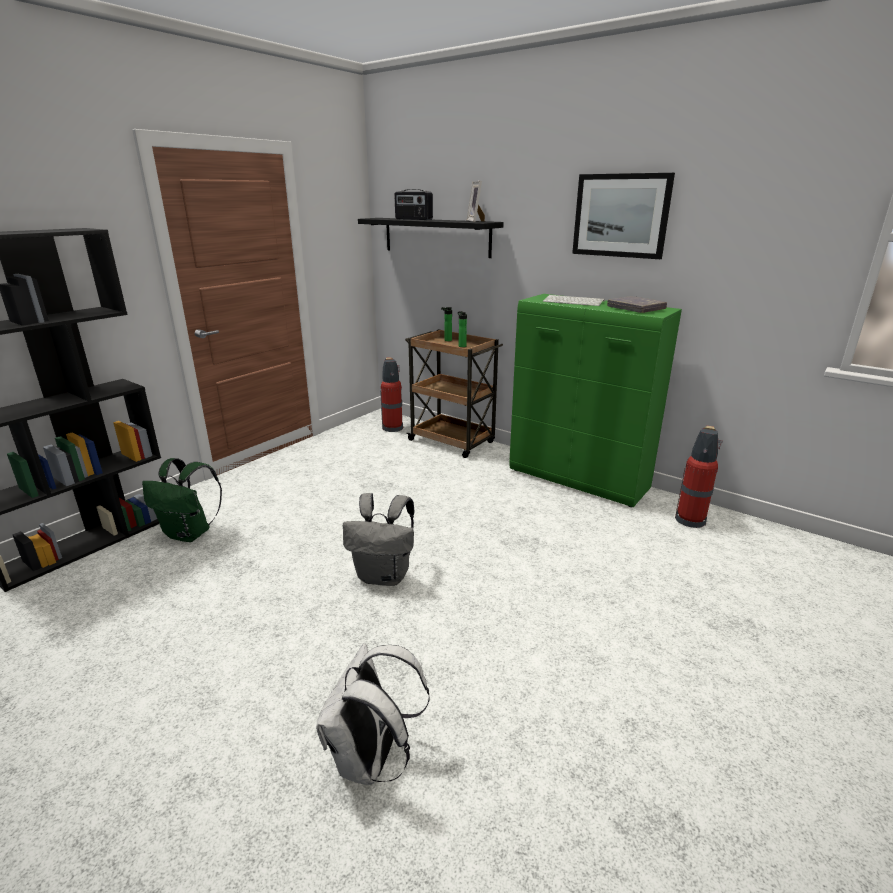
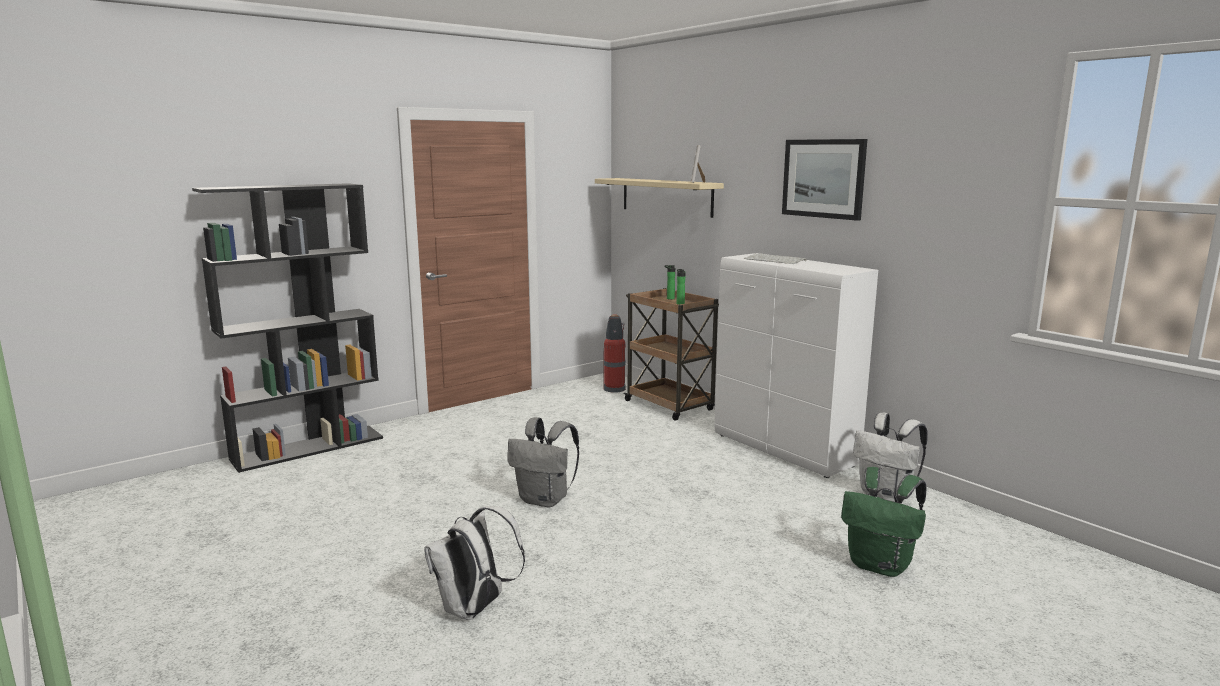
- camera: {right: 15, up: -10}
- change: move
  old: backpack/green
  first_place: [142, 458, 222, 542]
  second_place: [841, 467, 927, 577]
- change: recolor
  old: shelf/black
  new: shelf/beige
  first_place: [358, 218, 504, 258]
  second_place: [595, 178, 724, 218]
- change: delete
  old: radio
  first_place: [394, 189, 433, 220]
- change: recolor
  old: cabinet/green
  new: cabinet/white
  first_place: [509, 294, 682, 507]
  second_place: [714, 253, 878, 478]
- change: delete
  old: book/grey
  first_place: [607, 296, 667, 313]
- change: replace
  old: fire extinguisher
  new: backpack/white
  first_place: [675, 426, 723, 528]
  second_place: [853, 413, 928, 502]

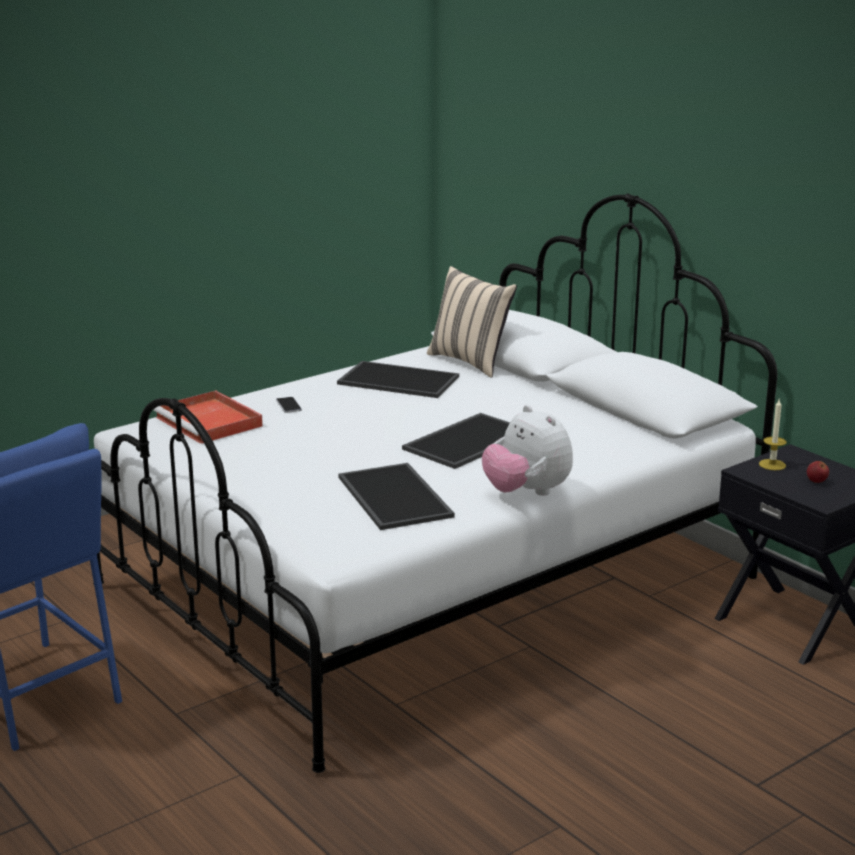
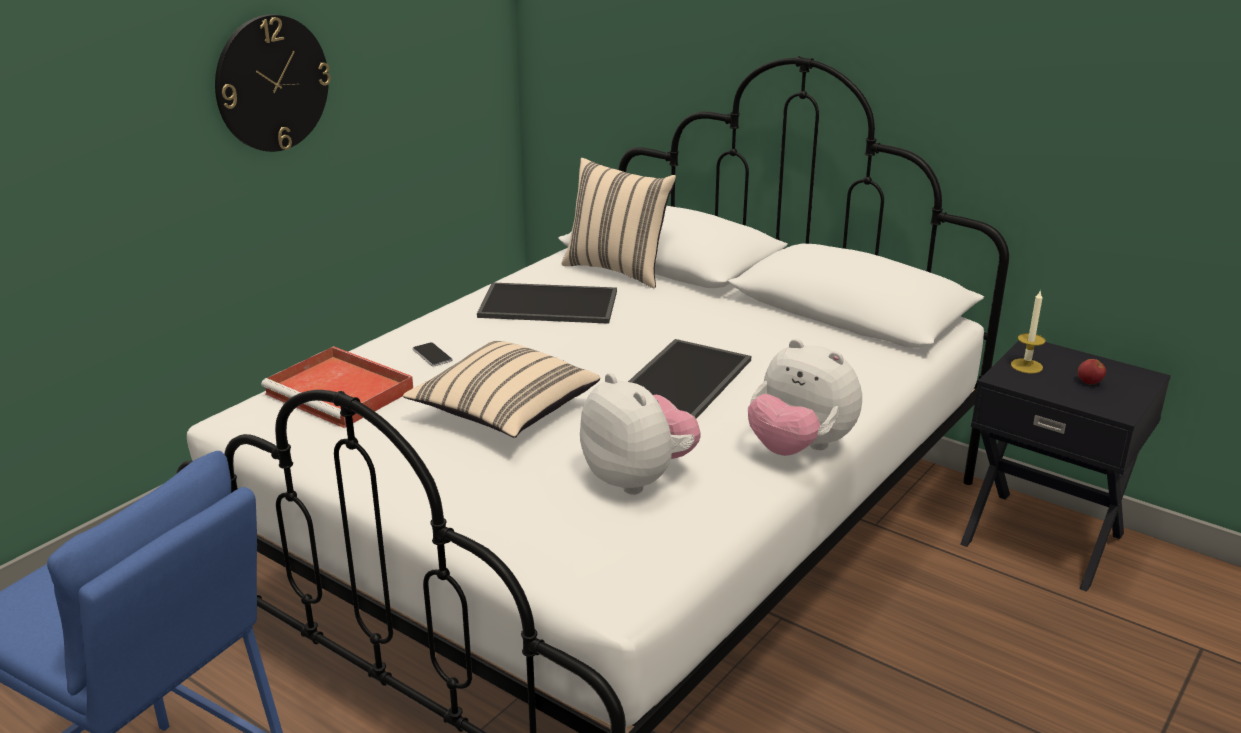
- camera: {right: -15, up: 5}
- change: replace
  old: tray
  new: plush toy
  first_place: [338, 463, 455, 530]
  second_place: [580, 373, 701, 495]
- change: insert
  new: wall clock
  second_place: [215, 14, 331, 152]
- change: insert
  new: pillow/beige
  second_place: [403, 341, 600, 438]

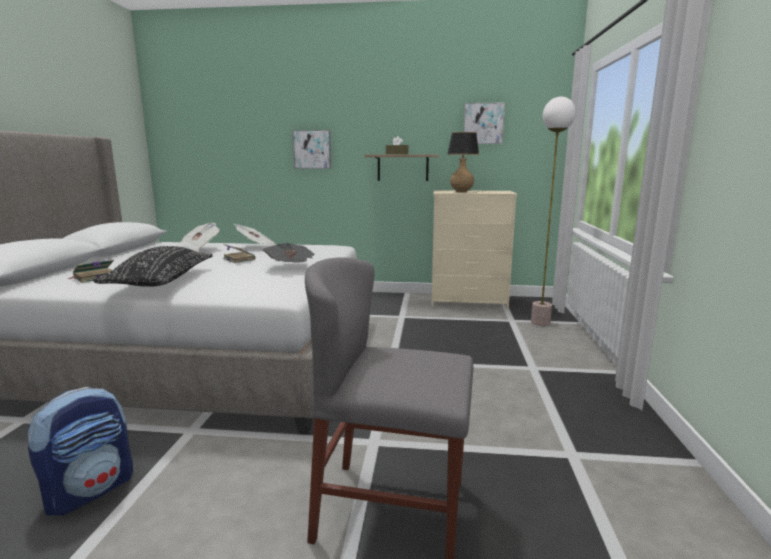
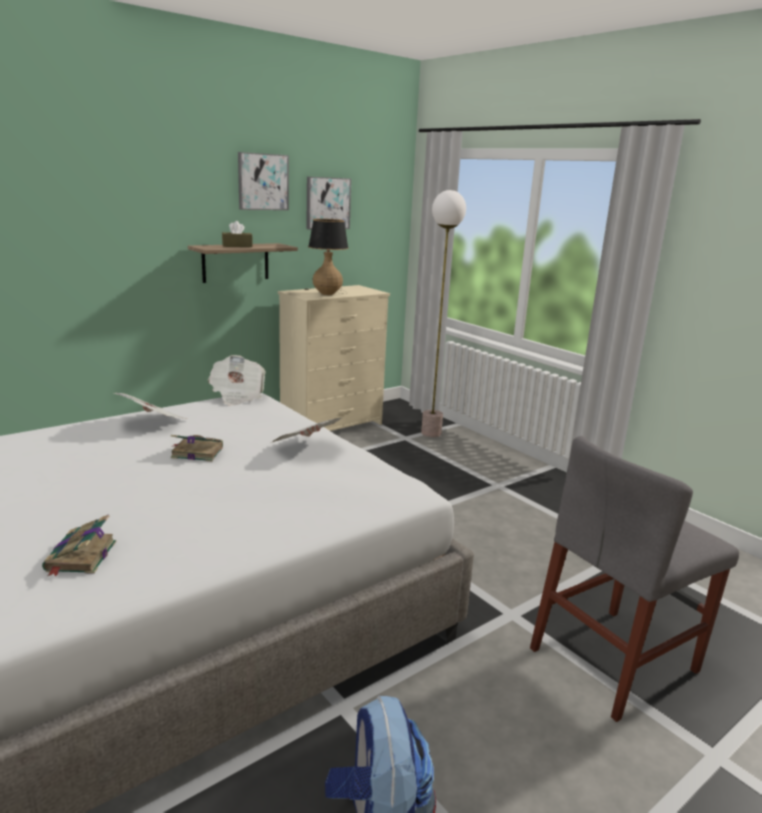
- camera: {right: -45, up: 5}
- change: delete
  old: pillow/black
  first_place: [93, 246, 213, 287]
- change: move
  old: newspaper
  first_place: [179, 223, 220, 251]
  second_place: [208, 355, 266, 406]
- change: move
  old: picture
  first_place: [293, 130, 331, 169]
  second_place: [238, 152, 289, 210]

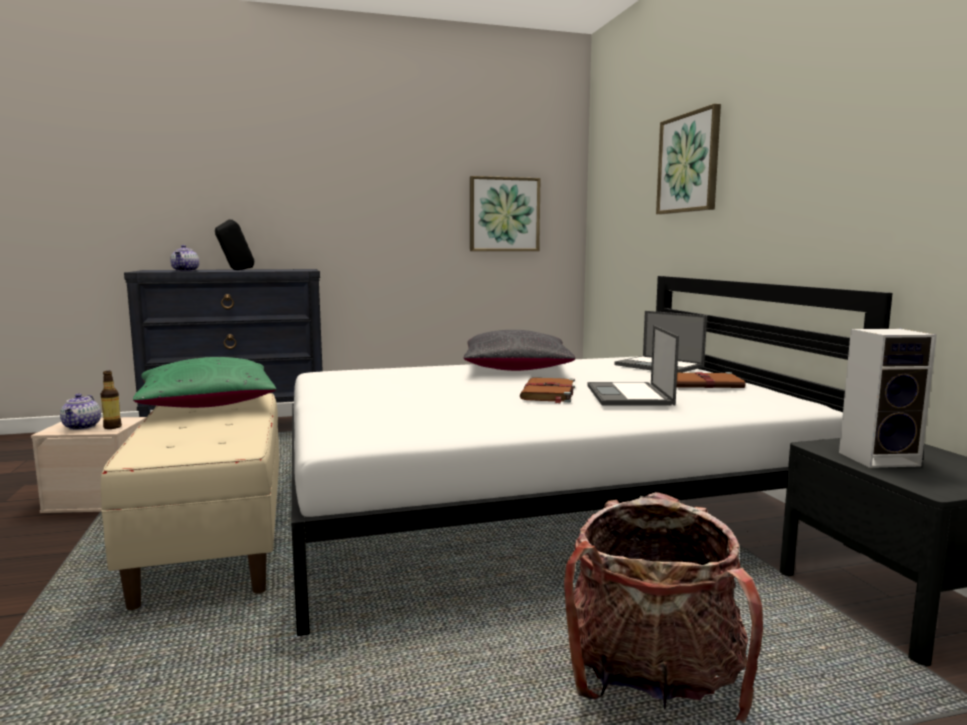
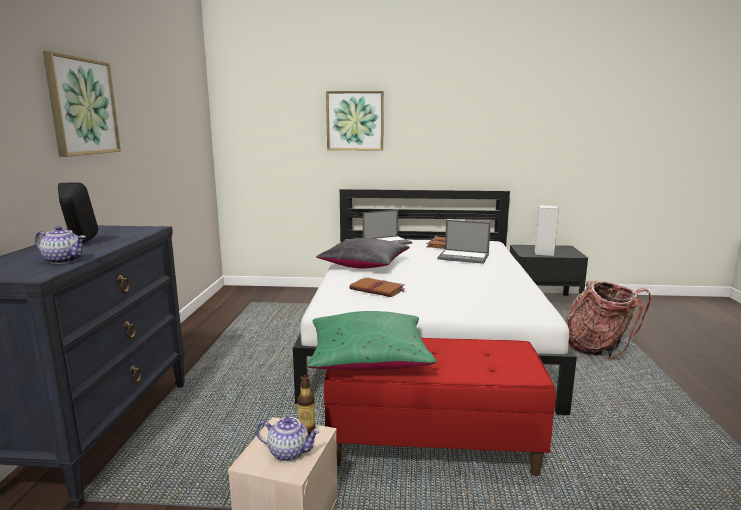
- camera: {right: -70, up: 5}
- change: recolor
  old: bench/beige
  new: bench/red
  first_place: [101, 393, 279, 610]
  second_place: [324, 338, 556, 476]
- change: move
  old: picture
  first_place: [470, 176, 541, 251]
  second_place: [43, 51, 121, 157]
- change: move
  old: book/brown
  first_place: [520, 377, 575, 404]
  second_place: [349, 277, 406, 297]

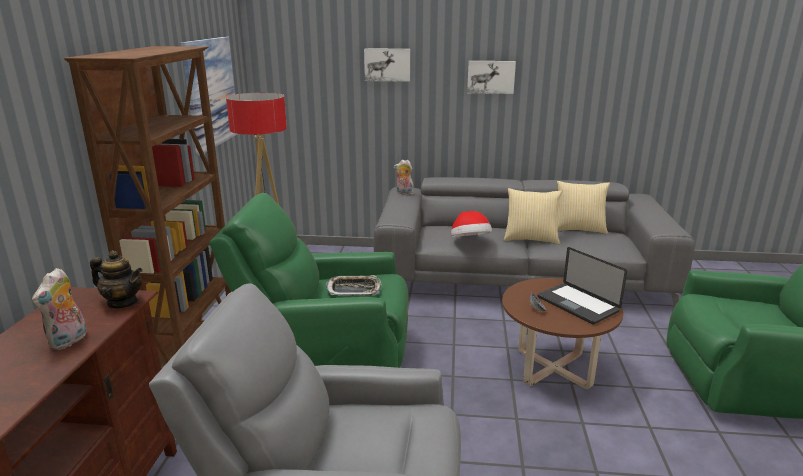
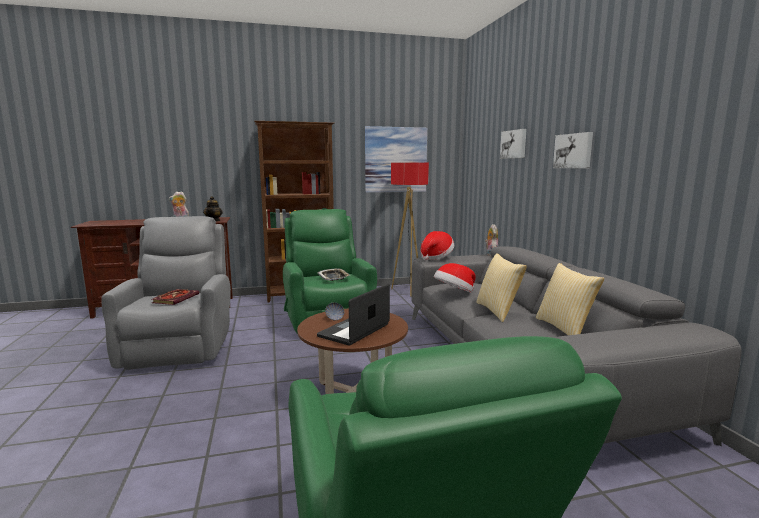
- camera: {right: 70, up: -10}
- change: insert
  new: book
  second_place: [151, 289, 199, 305]
- change: insert
  new: hat
  second_place: [421, 231, 454, 260]

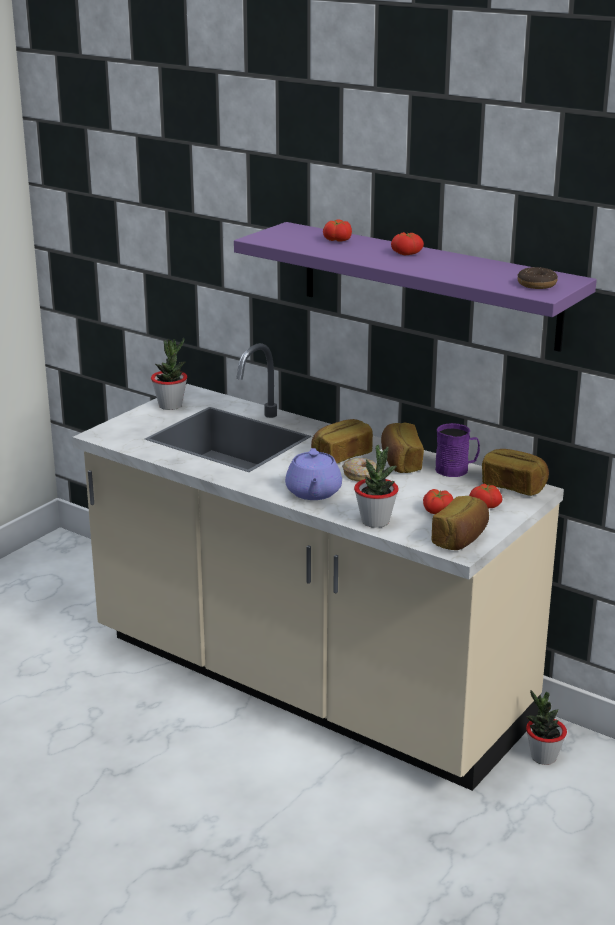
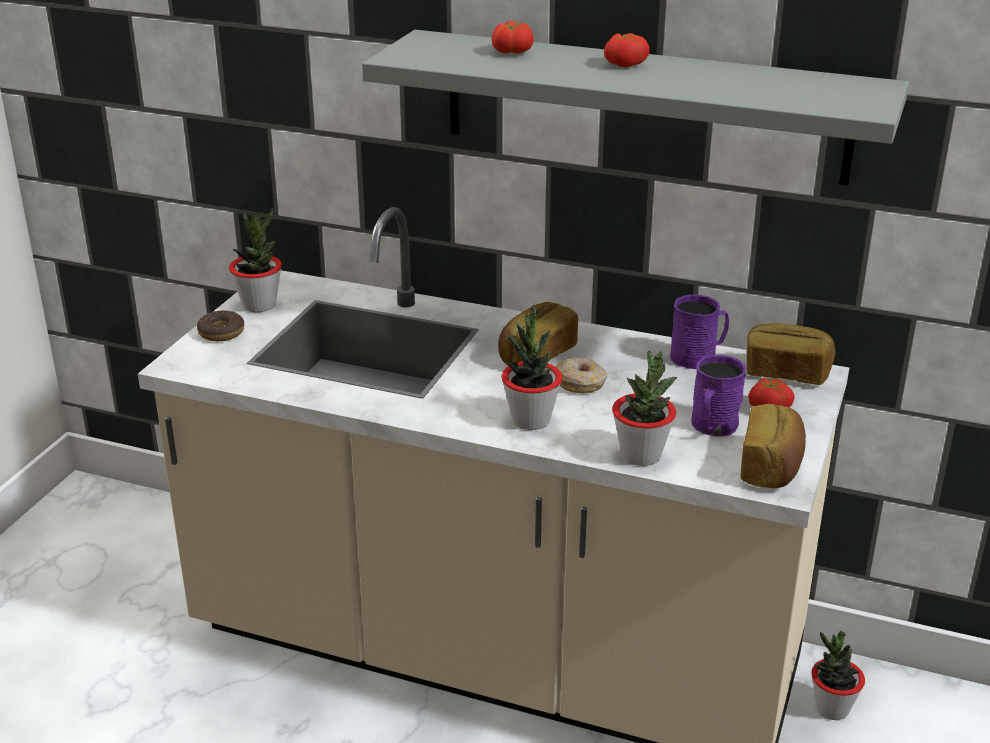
- camera: {right: -15, up: 5}
- change: recolor
  old: shelf/purple
  new: shelf/grey
  first_place: [234, 222, 597, 352]
  second_place: [362, 30, 909, 186]
- change: replace
  old: teapot/purple
  new: potted plant
  first_place: [285, 448, 342, 500]
  second_place: [501, 305, 562, 430]
- change: delete
  old: bread
  first_place: [381, 423, 424, 473]
- change: replace
  old: tomato
  new: mug/purple
  first_place: [423, 489, 453, 514]
  second_place: [691, 355, 746, 436]
- change: move
  old: donut
  first_place: [517, 267, 558, 289]
  second_place: [197, 310, 244, 341]

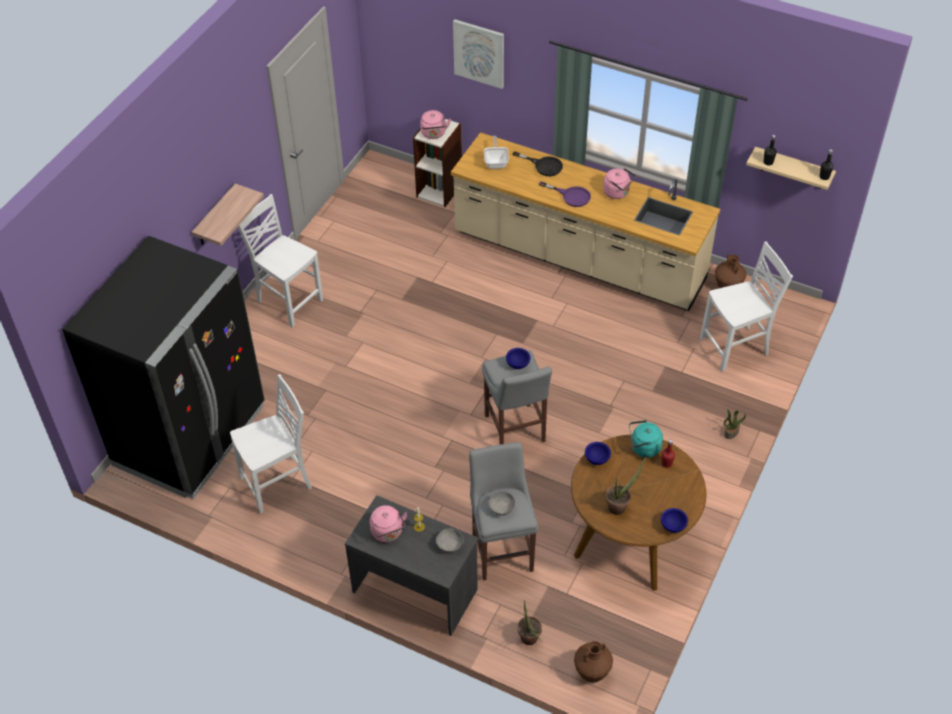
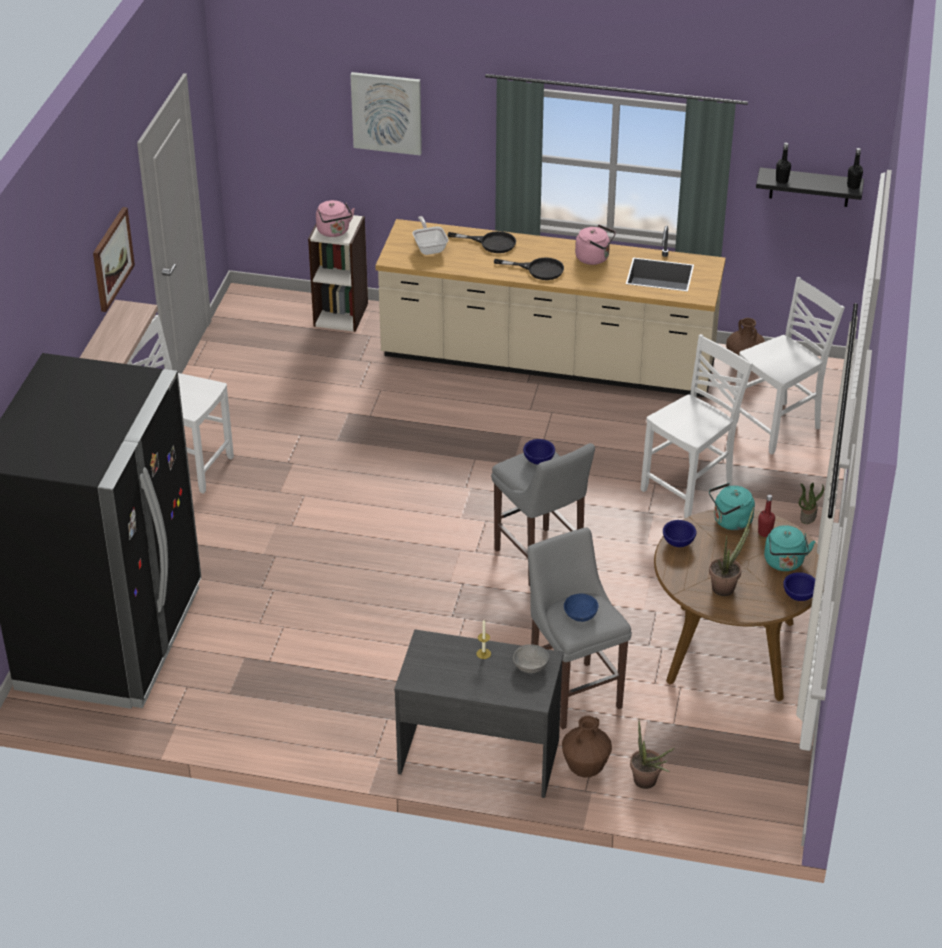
- camera: {right: -15, up: -10}
- change: move
  old: chair/white
  first_place: [230, 374, 312, 514]
  second_place: [641, 334, 753, 518]
- change: delete
  old: kettle/pink
  first_place: [370, 505, 408, 542]
- change: recolor
  old: bowl/grey
  new: bowl/blue
  first_place: [489, 492, 515, 515]
  second_place: [564, 594, 598, 622]
- change: recolor
  old: frying pan/purple
  new: frying pan/black
  first_place: [539, 181, 591, 207]
  second_place: [494, 257, 564, 280]
- change: move
  old: vase/brown
  first_place: [574, 641, 613, 683]
  second_place: [562, 716, 612, 777]
- change: recolor
  old: shelf/beige
  new: shelf/black
  first_place: [746, 147, 836, 190]
  second_place: [756, 167, 864, 207]
- change: insert
  new: picture
  second_place: [93, 207, 135, 312]
- change: insert
  new: kettle/turquoise
  second_place: [764, 525, 815, 571]

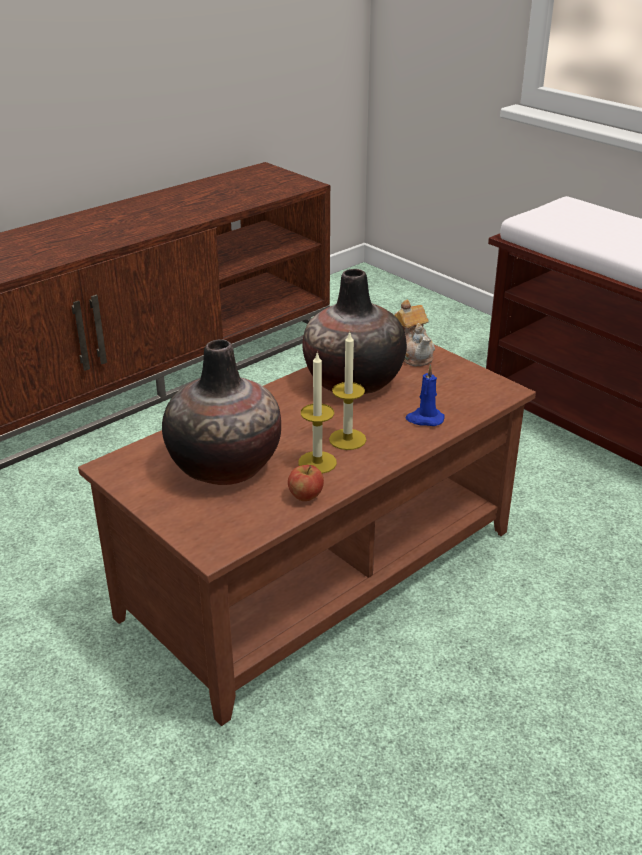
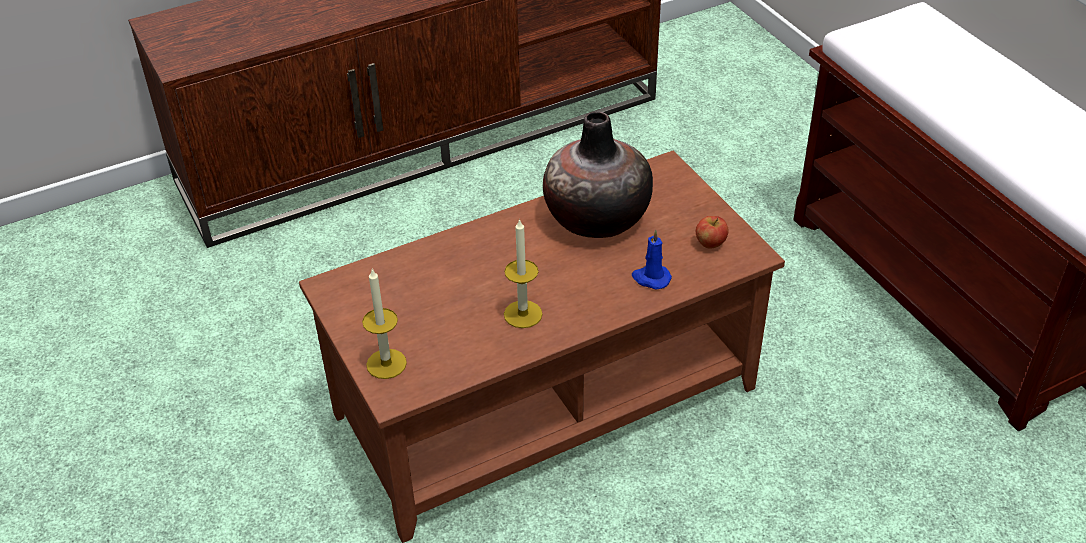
- camera: {right: 15, up: 10}
- change: delete
  old: vase
  first_place: [162, 339, 281, 485]
- change: move
  old: apple
  first_place: [288, 465, 324, 501]
  second_place: [696, 216, 729, 248]
- change: move
  old: candle
  first_place: [329, 332, 366, 450]
  second_place: [362, 268, 407, 379]
- change: delete
  old: teapot
  first_place: [394, 300, 435, 366]

